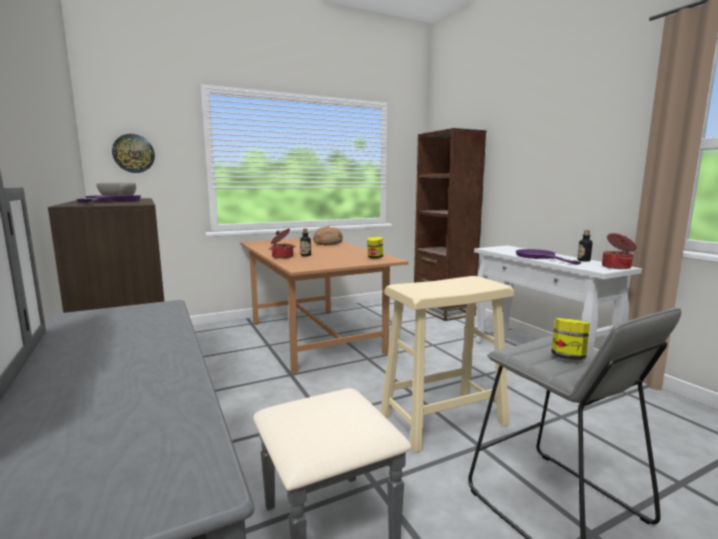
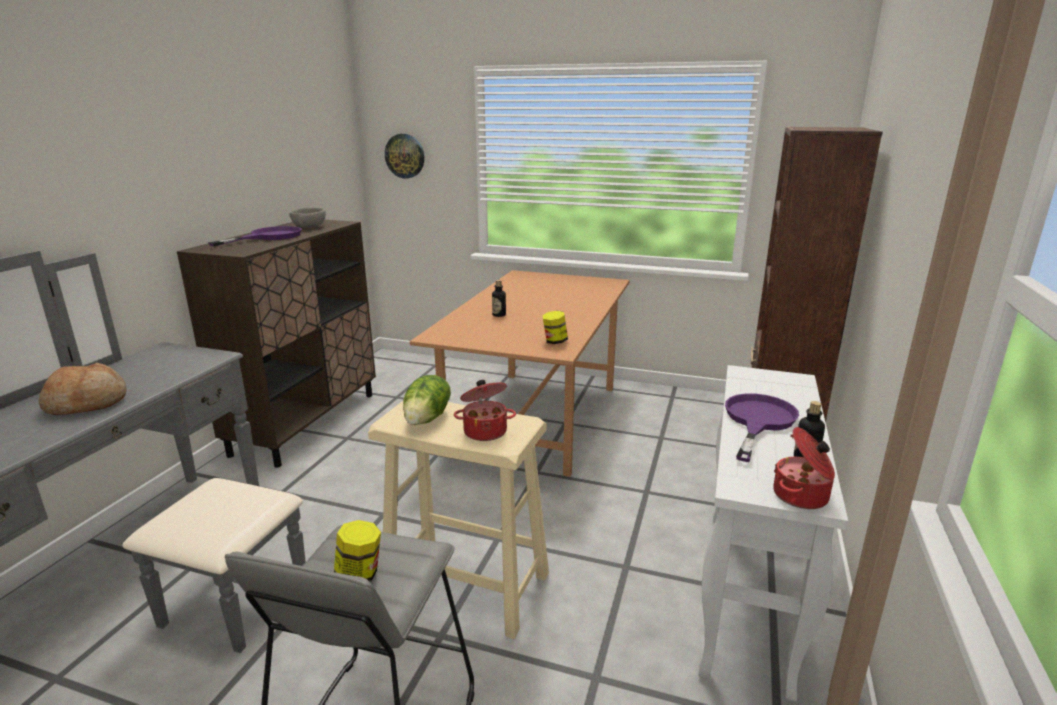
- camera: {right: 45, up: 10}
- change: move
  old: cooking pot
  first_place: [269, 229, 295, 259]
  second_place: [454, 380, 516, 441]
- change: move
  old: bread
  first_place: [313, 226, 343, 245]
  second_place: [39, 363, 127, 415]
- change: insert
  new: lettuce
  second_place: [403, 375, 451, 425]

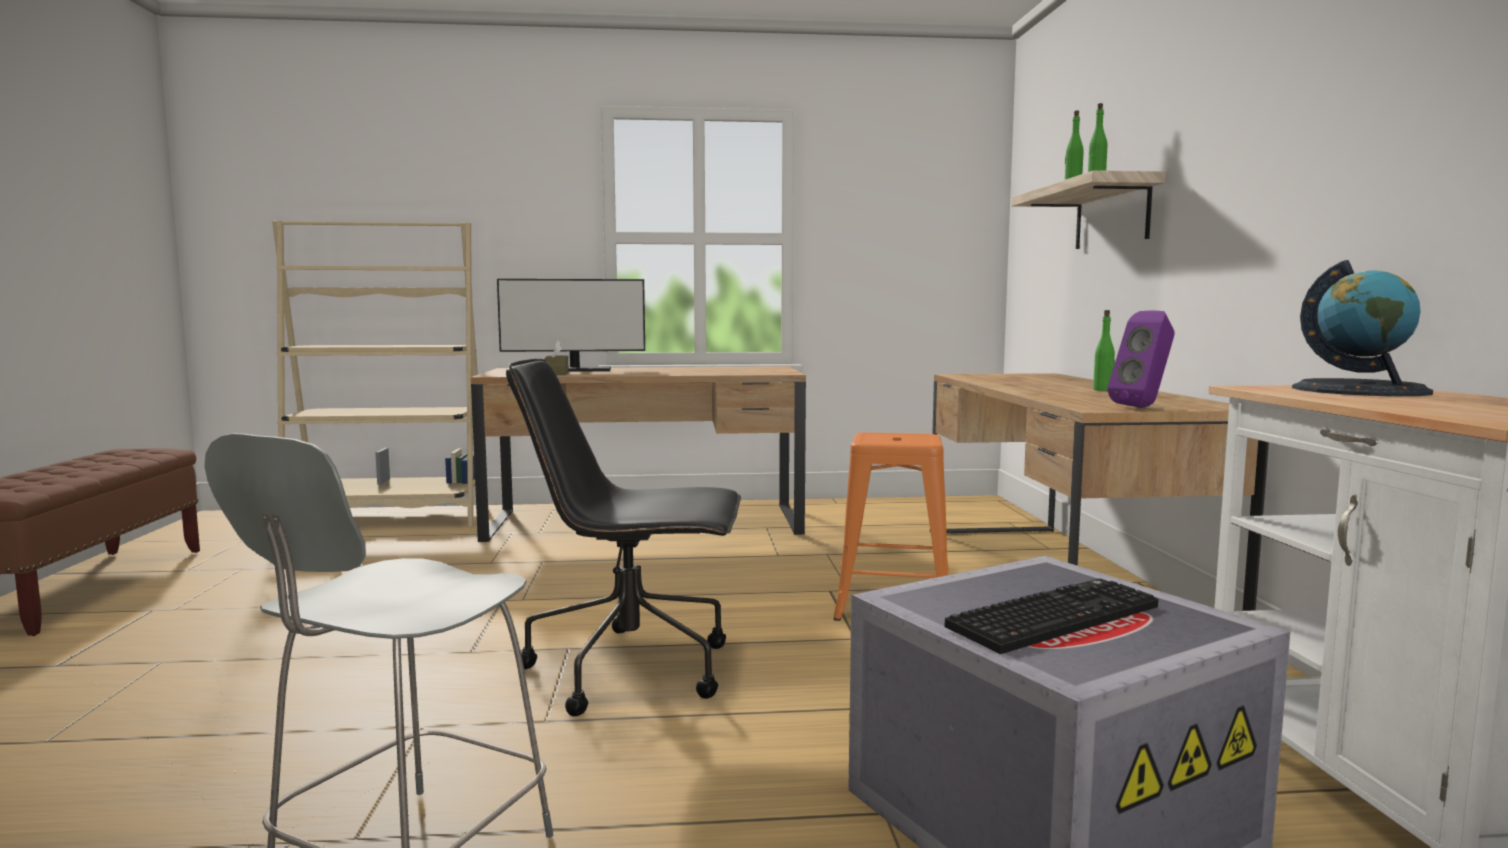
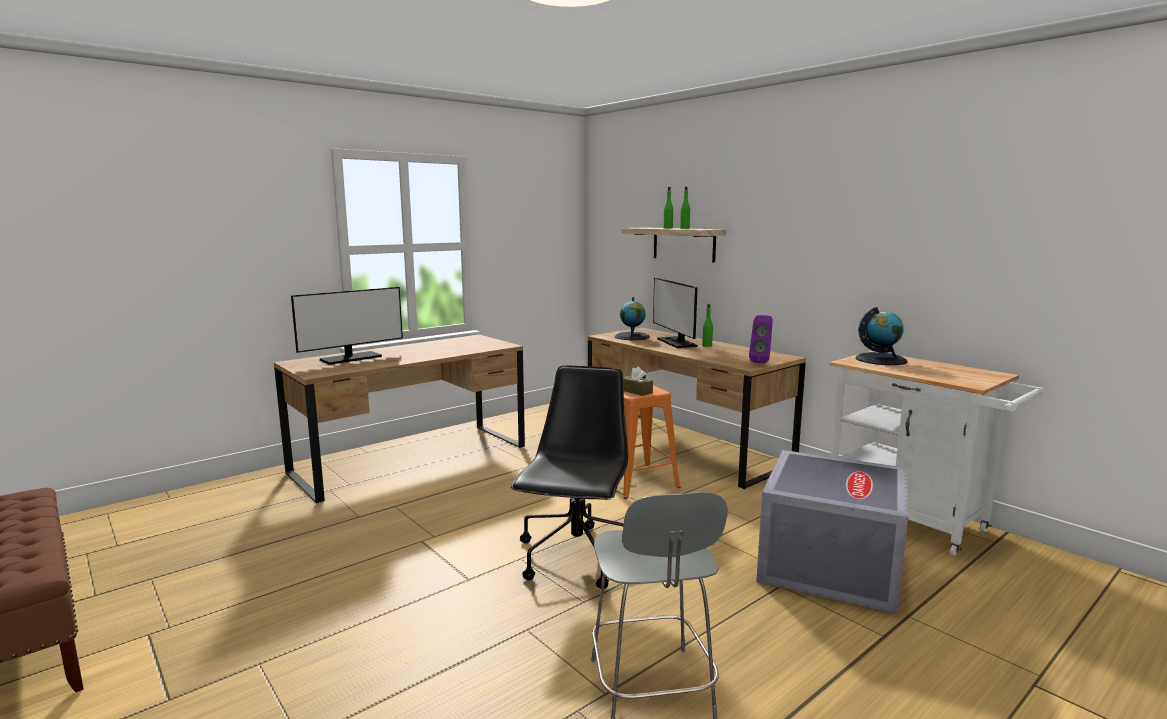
- camera: {right: -35, up: 5}
- change: delete
  old: bookcase/beige
  first_place: [272, 220, 478, 527]
- change: rotate
  old: office chair/black
  first_place: [506, 359, 741, 716]
  second_place: [511, 365, 628, 589]
  degrees: 135
- change: move
  old: tissue box/brown
  first_place: [544, 340, 569, 375]
  second_place: [623, 367, 653, 396]
- change: delete
  old: keyboard
  first_place: [944, 578, 1159, 654]
- change: insert
  new: globe
  second_place: [615, 297, 650, 340]
- change: insert
  new: monitor
  second_place: [653, 278, 698, 348]

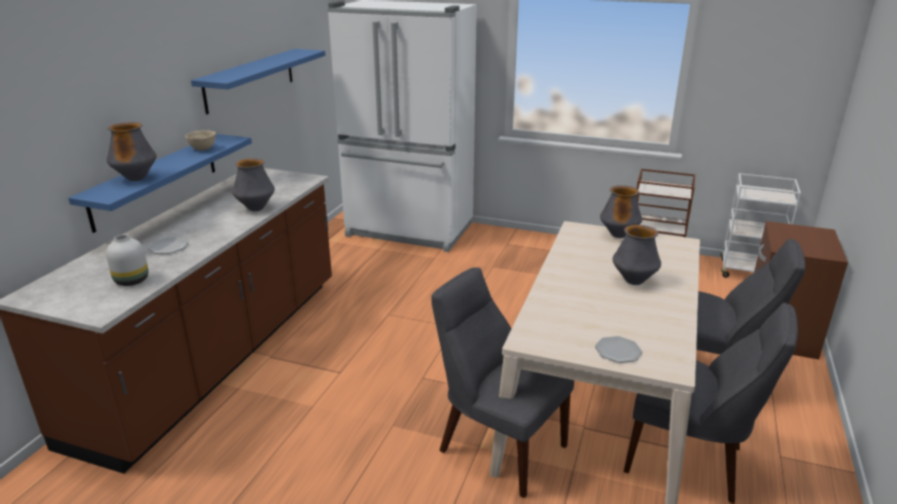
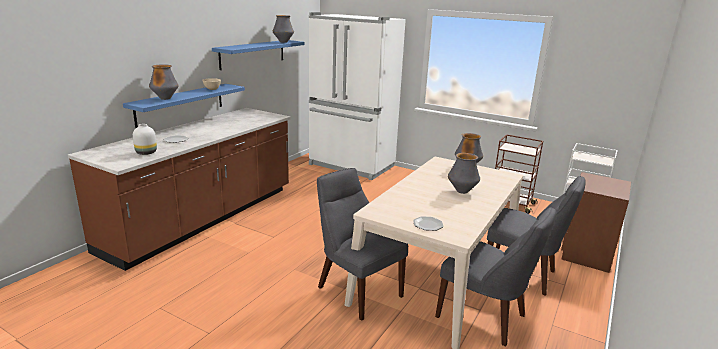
- camera: {right: 10, up: -5}
- change: move
  old: vase
  first_place: [232, 158, 275, 211]
  second_place: [273, 15, 294, 43]

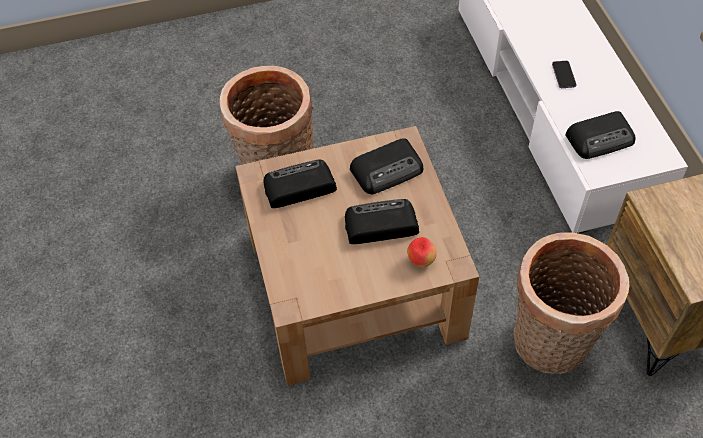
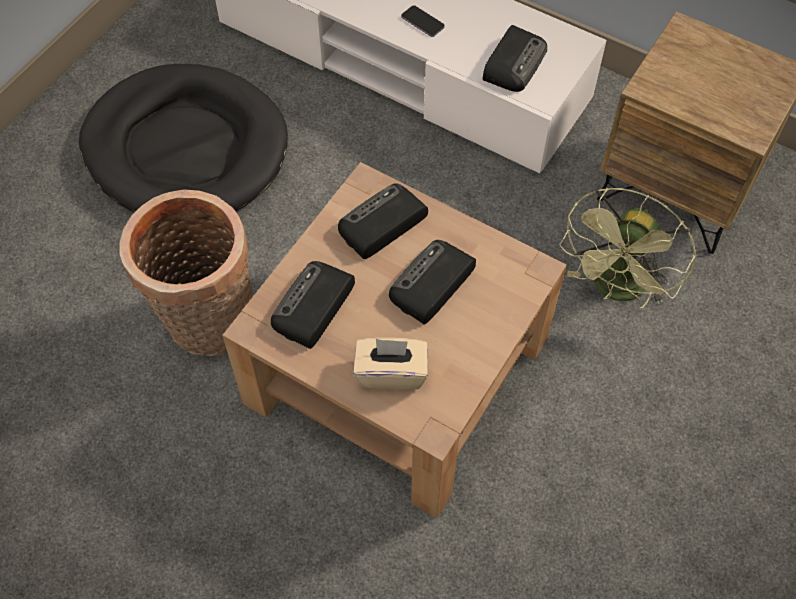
- camera: {right: -45, up: 5}
- change: rotate
  old: radio
  first_place: [350, 138, 423, 194]
  second_place: [338, 183, 428, 259]
  degrees: -150
- change: delete
  old: apple
  first_place: [407, 237, 437, 267]
- change: replace
  old: basket
  new: fan/green
  first_place: [513, 232, 630, 374]
  second_place: [559, 188, 696, 308]
- change: insert
  new: dog bed/black
  second_place: [79, 64, 288, 213]
- change: insert
  new: tissue box/beige
  second_place: [353, 338, 428, 390]

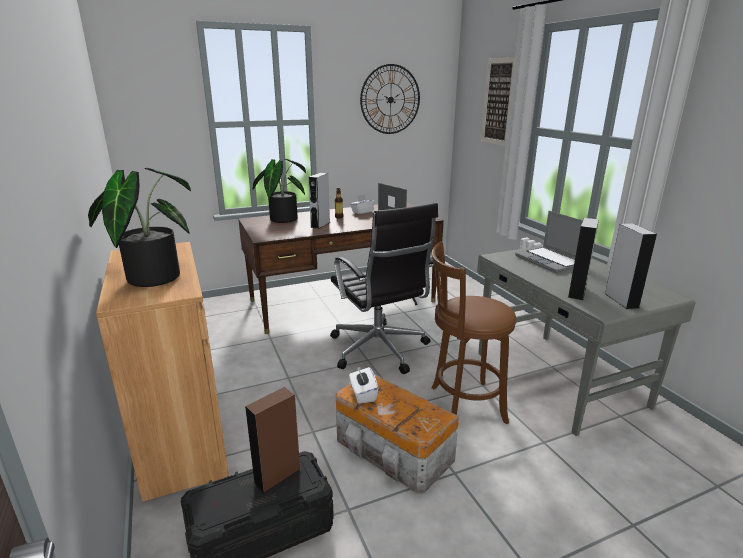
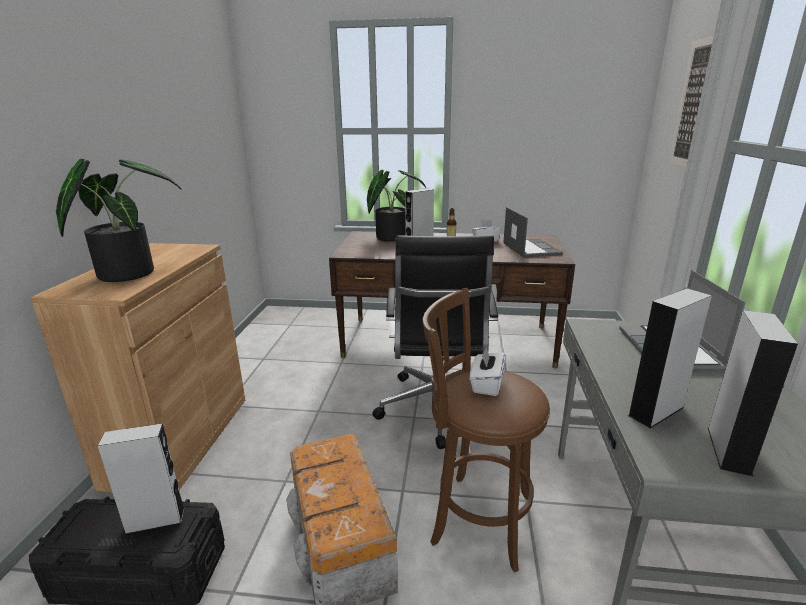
- camera: {right: 30, up: 0}
- change: recolor
  old: speaker/brown
  new: speaker/grey
  first_place: [245, 387, 301, 494]
  second_place: [98, 423, 185, 535]
- change: move
  old: tissue box/white
  first_place: [349, 367, 378, 404]
  second_place: [470, 346, 506, 396]
- change: delete
  old: wall clock
  first_place: [360, 64, 420, 134]

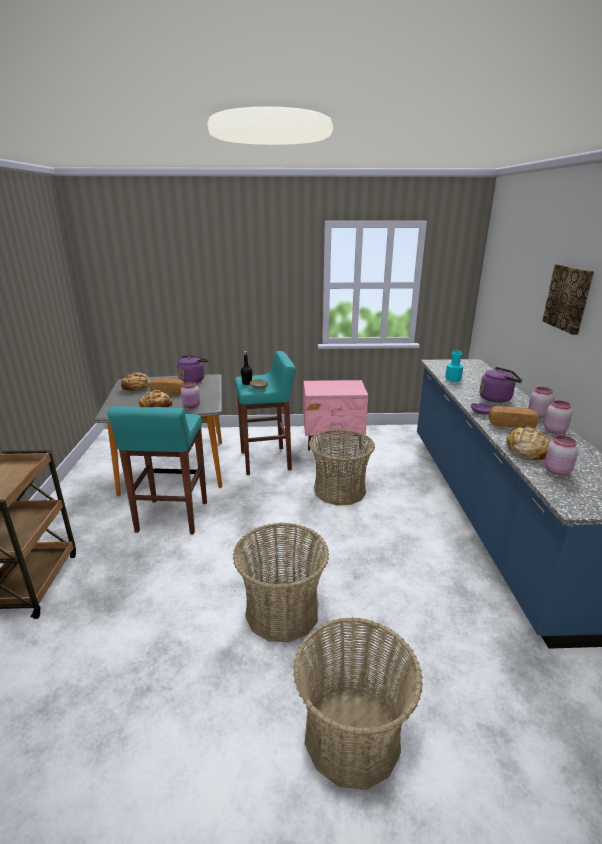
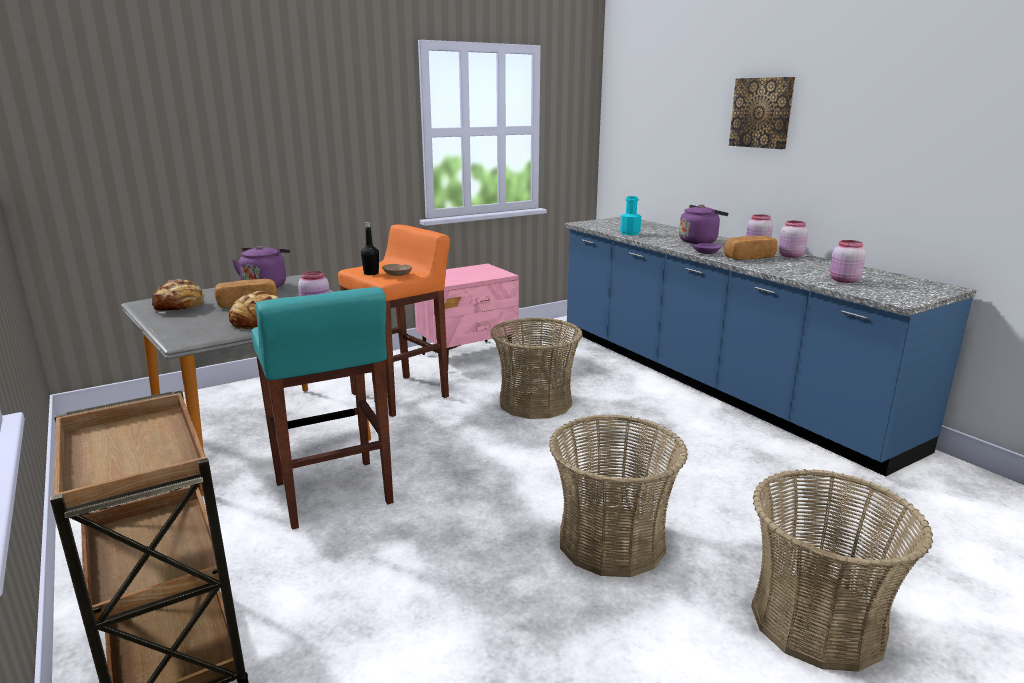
- camera: {right: -30, up: -5}
- change: recolor
  old: stool/turquoise
  new: stool/orange
  first_place: [235, 351, 296, 475]
  second_place: [338, 224, 450, 417]
- change: delete
  old: bread
  first_place: [505, 427, 550, 460]

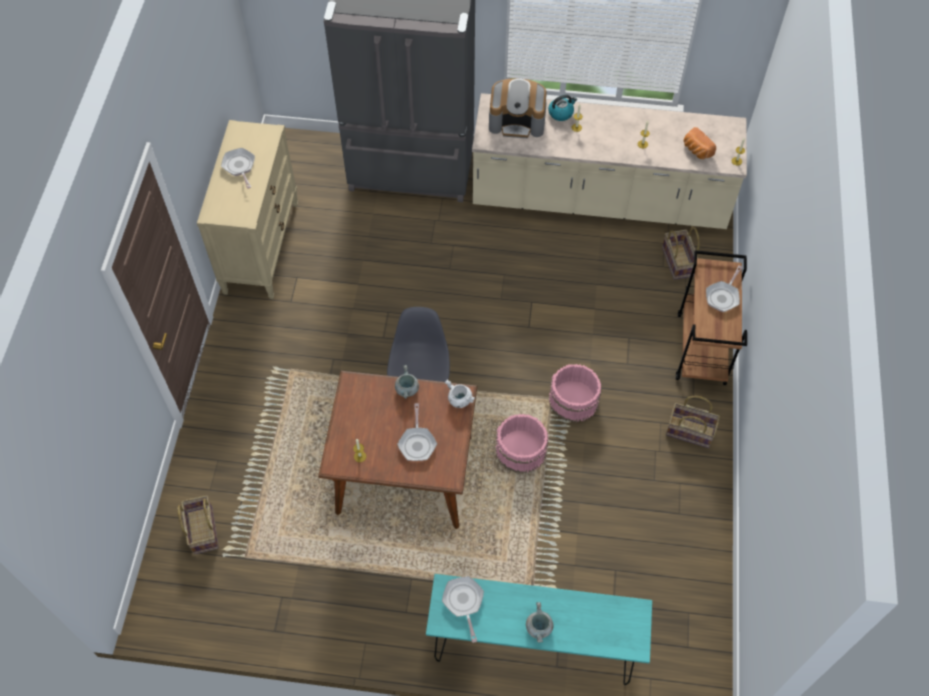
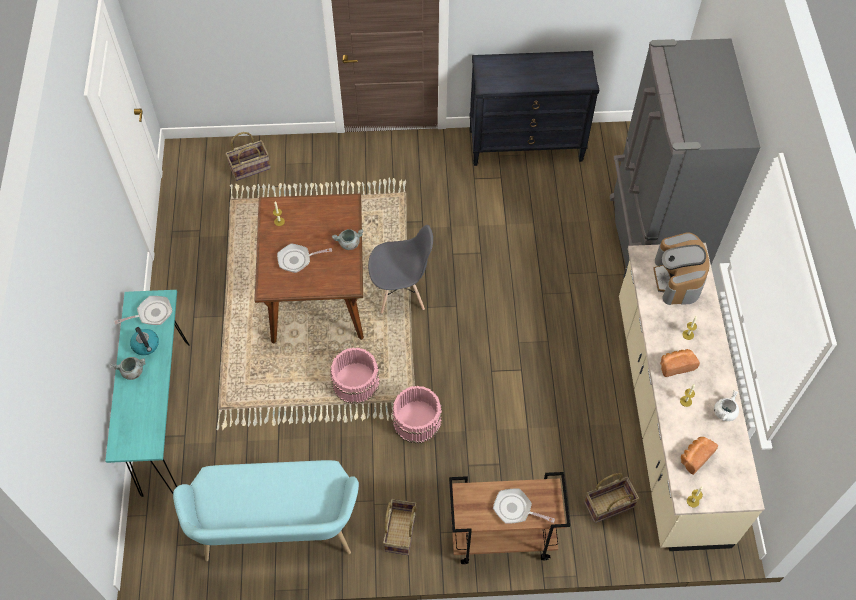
- camera: {right: 80, up: 0}
- change: recolor
  old: dresser/beige
  new: dresser/black
  first_place: [197, 120, 298, 299]
  second_place: [469, 51, 599, 166]
- change: delete
  old: frying pan
  first_place: [221, 148, 255, 189]
- change: move
  old: cooking pot/white
  first_place: [445, 380, 475, 408]
  second_place: [714, 390, 739, 421]
- change: move
  old: kettle
  first_place: [548, 95, 577, 121]
  second_place: [130, 327, 159, 355]
- change: insert
  new: bench/turquoise
  second_place: [173, 460, 359, 561]
- change: insert
  new: bread
  second_place: [660, 349, 700, 377]

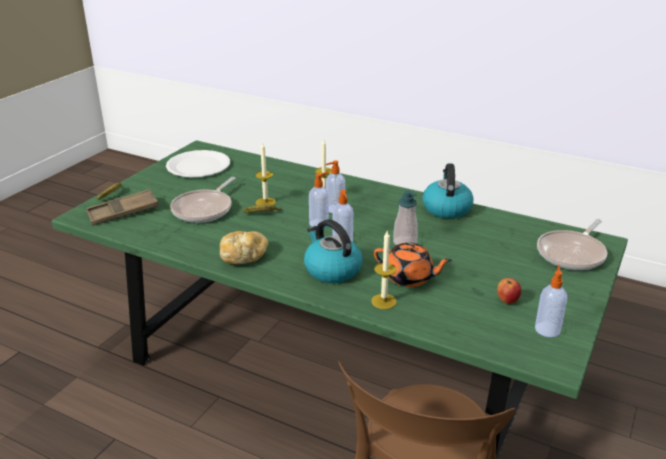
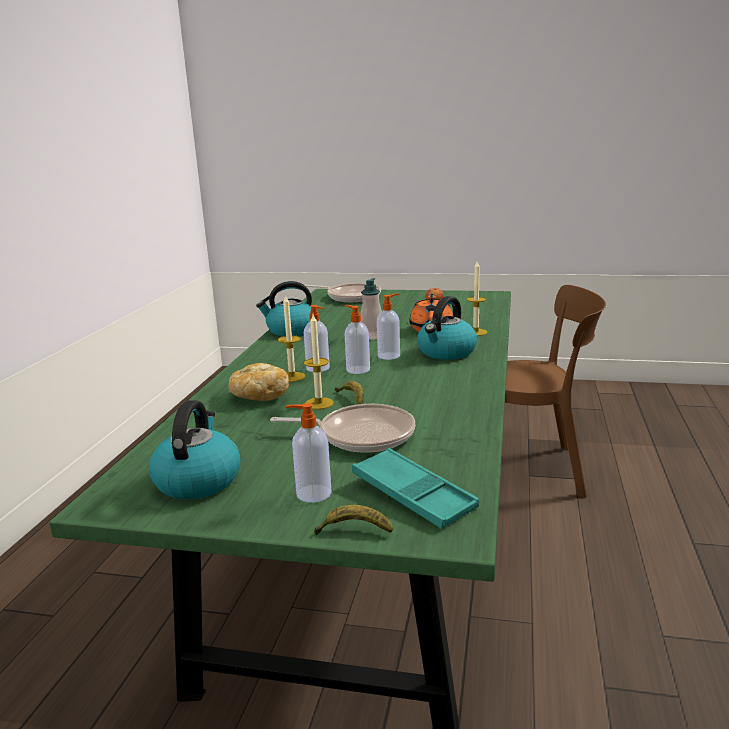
- camera: {right: -105, up: -10}
- change: recolor
  old: tray/brown
  new: tray/turquoise
  first_place: [86, 189, 159, 225]
  second_place: [352, 448, 479, 529]
- change: replace
  old: plate/white
  new: kettle
  first_place: [166, 150, 230, 177]
  second_place: [149, 400, 241, 499]
- change: move
  old: bread
  first_place: [220, 231, 268, 264]
  second_place: [228, 363, 289, 401]
- change: move
  old: soap dispenser
  first_place: [535, 265, 567, 337]
  second_place: [286, 403, 332, 503]

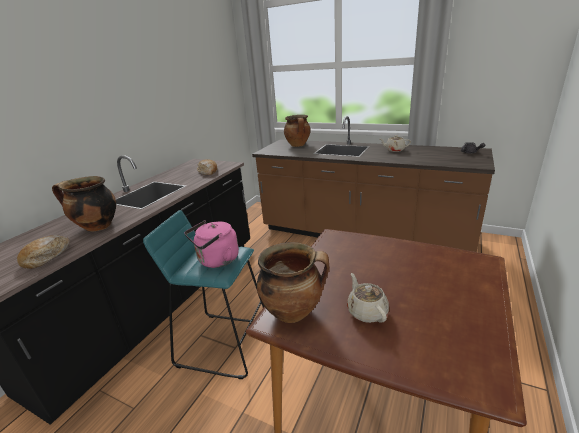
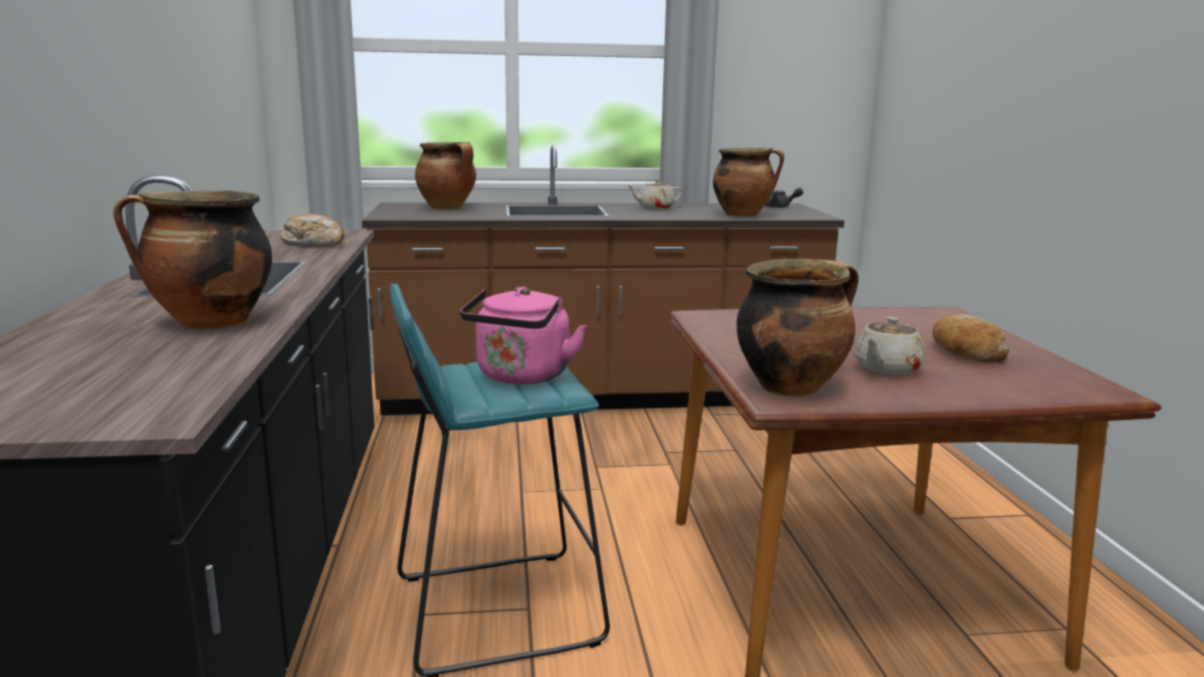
- camera: {right: -35, up: -10}
- change: move
  old: bread
  first_place: [17, 235, 70, 269]
  second_place: [932, 314, 1009, 362]
- change: rotate
  old: teapot/beige
  first_place: [347, 273, 389, 323]
  second_place: [854, 317, 925, 375]
  degrees: -90
- change: insert
  new: cooking pot
  second_place: [713, 148, 784, 217]

